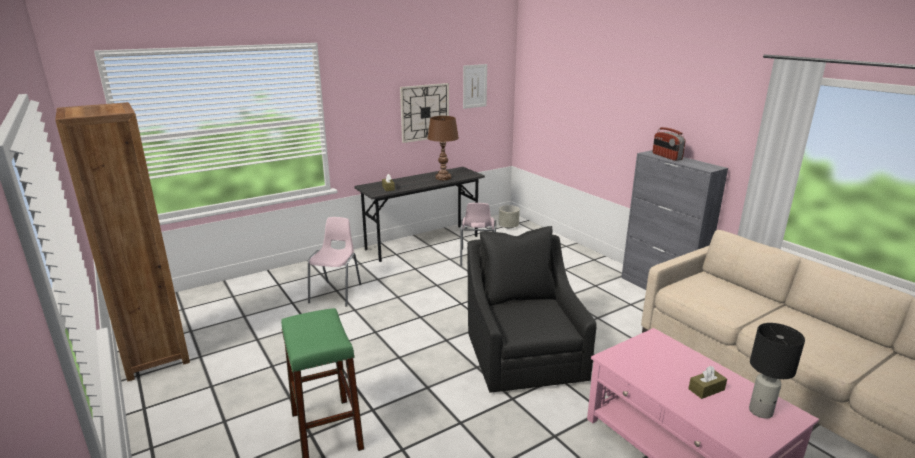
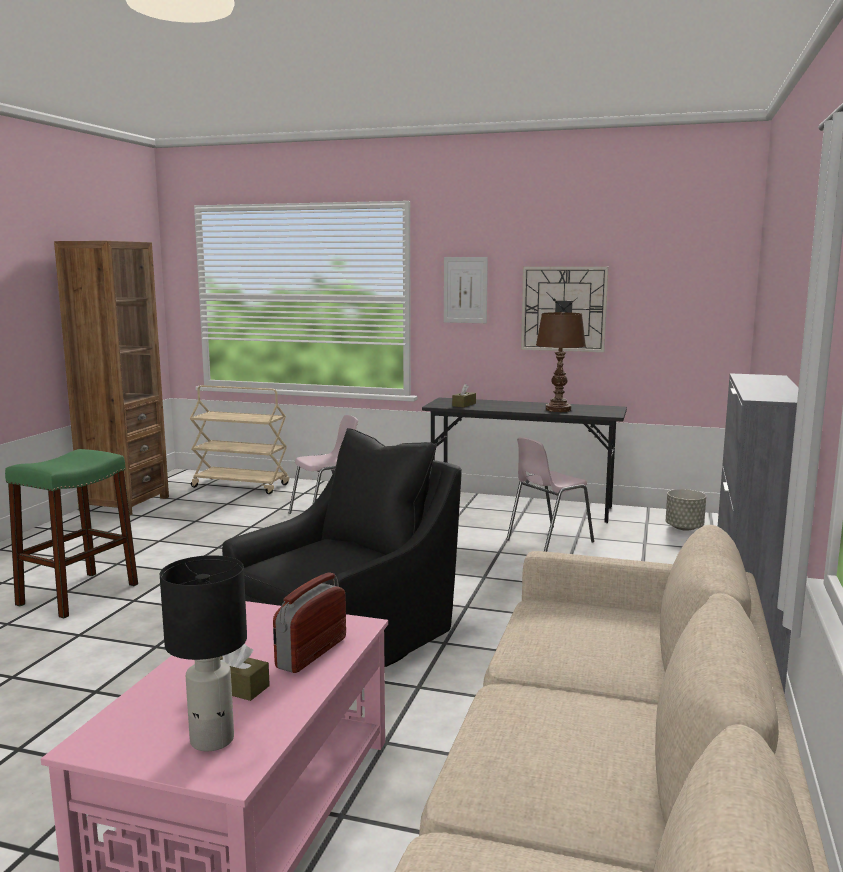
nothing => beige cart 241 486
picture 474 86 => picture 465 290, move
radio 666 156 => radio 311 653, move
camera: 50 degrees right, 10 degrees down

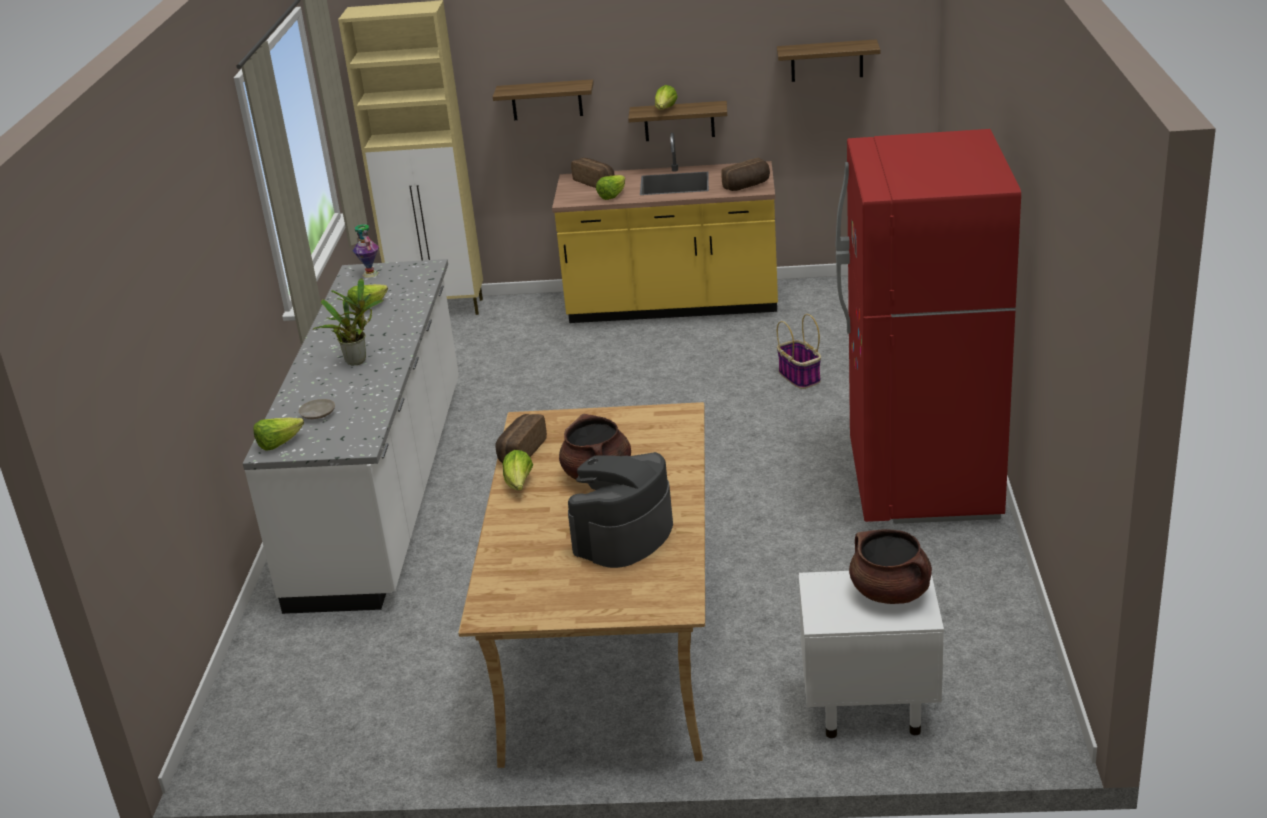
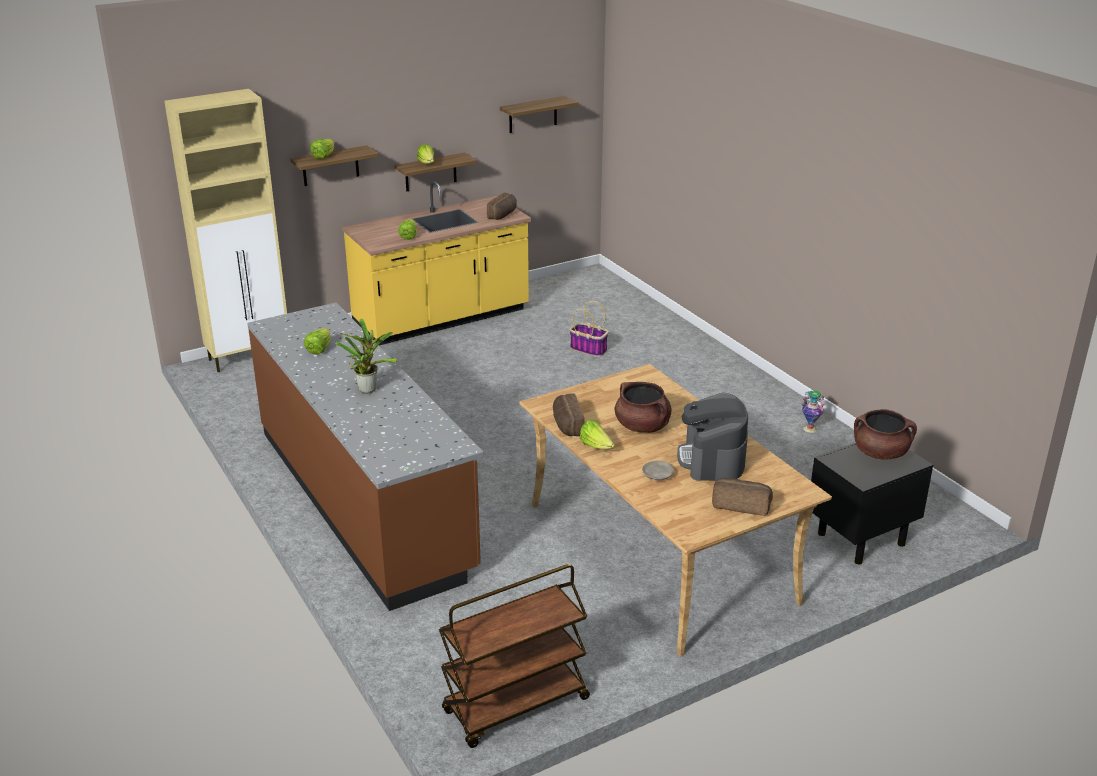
red fridge 923 481 => nothing
nothing => brown cart 515 706
lettuce 278 444 => lettuce 324 156, move
beige plate 317 414 => beige plate 657 475, move
vase 369 274 => vase 809 429, move
bread 595 182 => bread 741 505, move
white counter 384 489 => brown counter 365 499
white nightstand 867 707 => black nightstand 860 539
camera: 35 degrees left, 0 degrees up

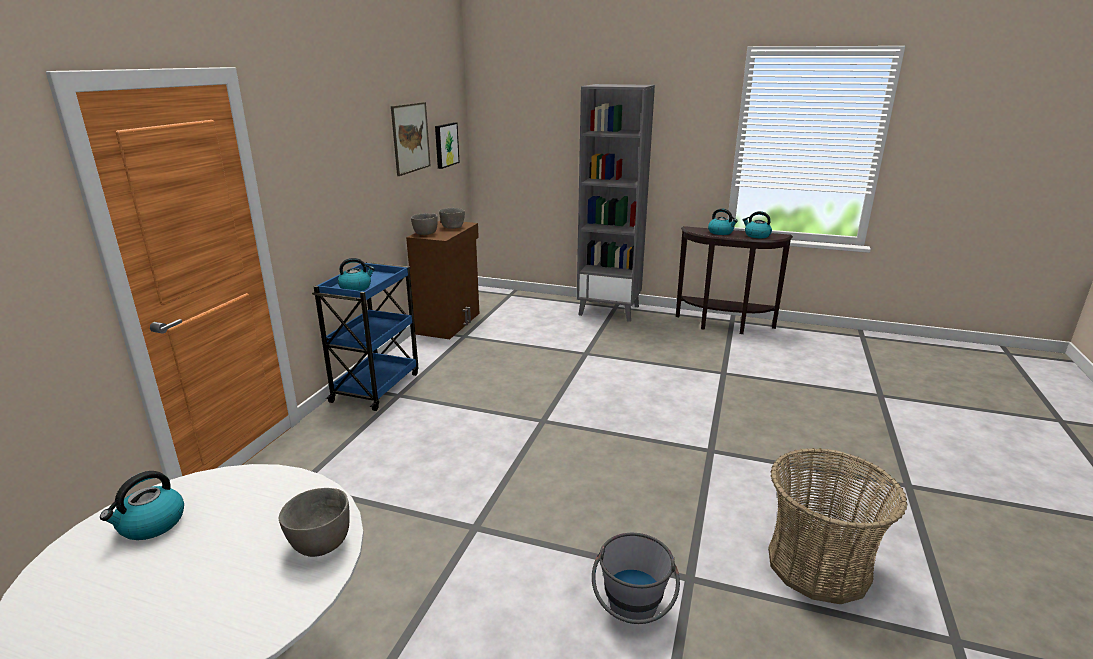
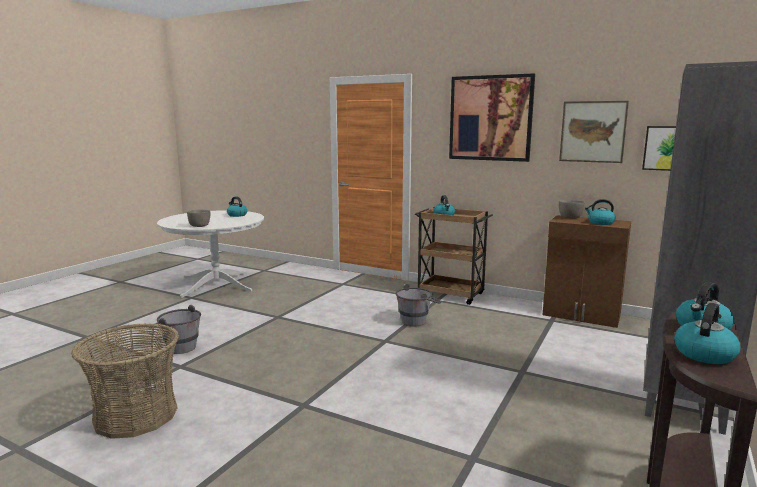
nothing => grey bucket 418 320
nothing => picture 490 118
grey bowl 453 227 => kettle 600 223
blue cart 376 386 => brown cart 451 295
camera: 100 degrees right, 10 degrees down

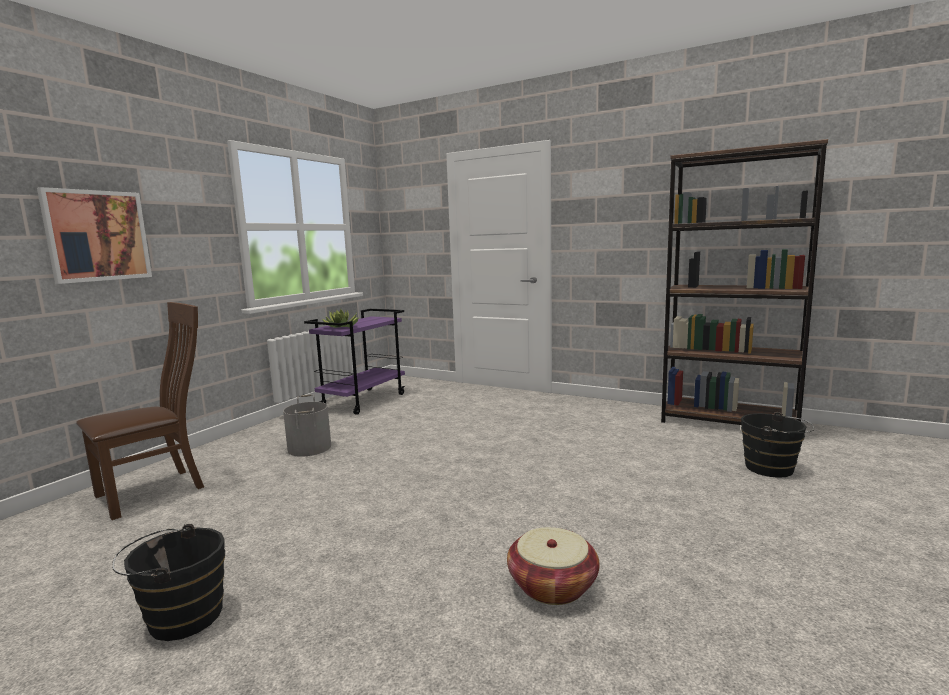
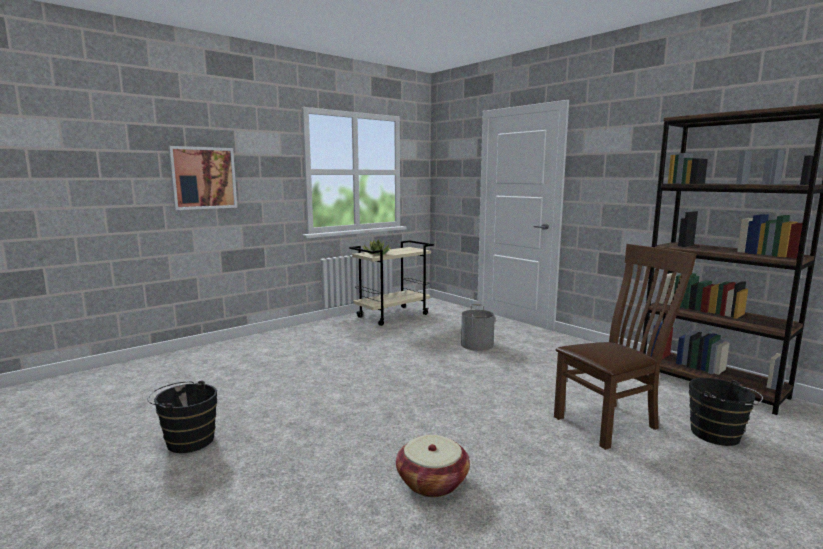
brown chair 157 490 => brown chair 611 422, move
grey bucket 310 448 => grey bucket 477 345, move
purple cart 363 401 => beige cart 393 315
camera: 20 degrees right, 0 degrees up

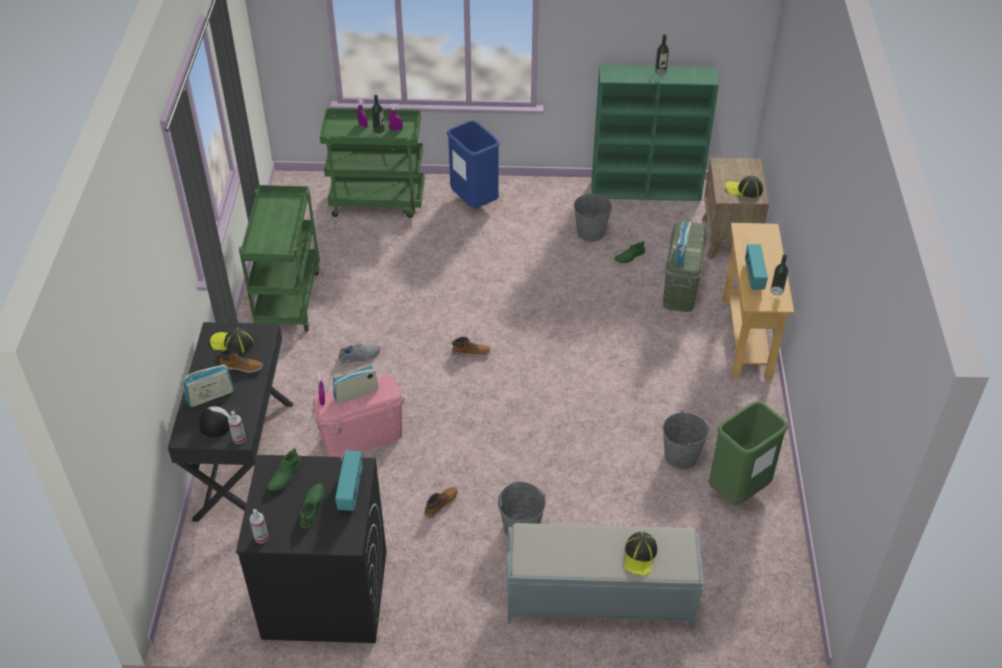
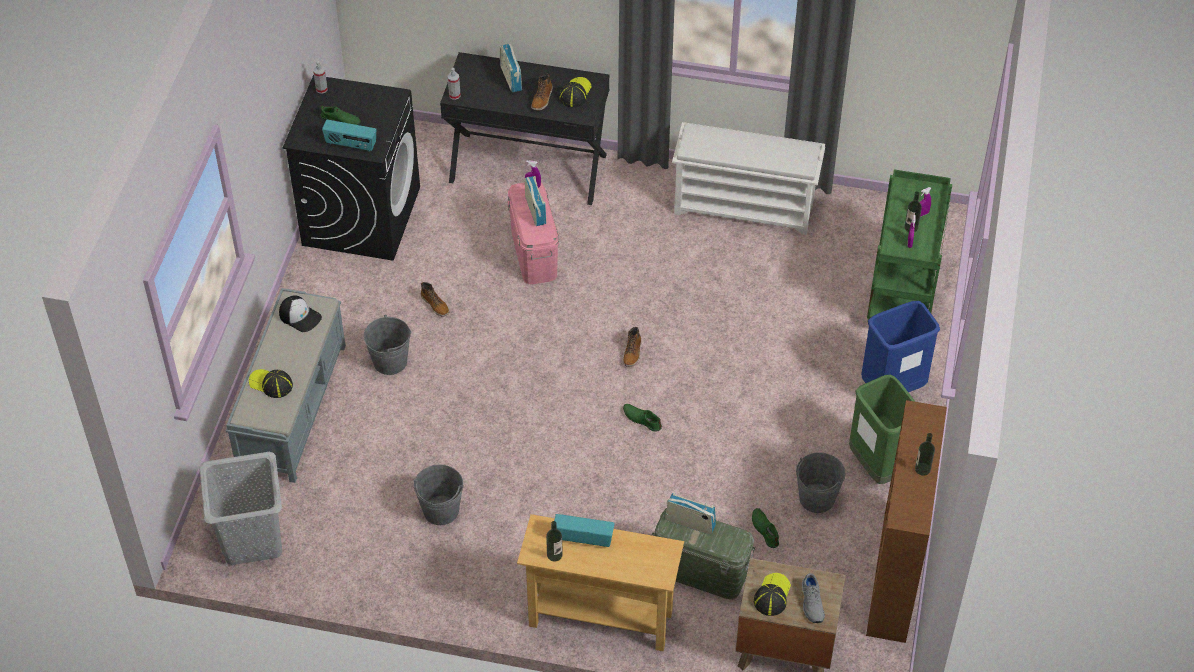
nothing => grey laundry basket 251 539
cap 219 419 => cap 300 316, move
green shoe 284 475 => green shoe 642 419, move
grey shoe 359 356 => grey shoe 811 603, move
green trash can 738 490 => green trash can 878 466, move
green cart 287 298 => white shoe rack 745 207
green bookcase 647 190 => brown bookcase 895 577
camera: 100 degrees right, 5 degrees up

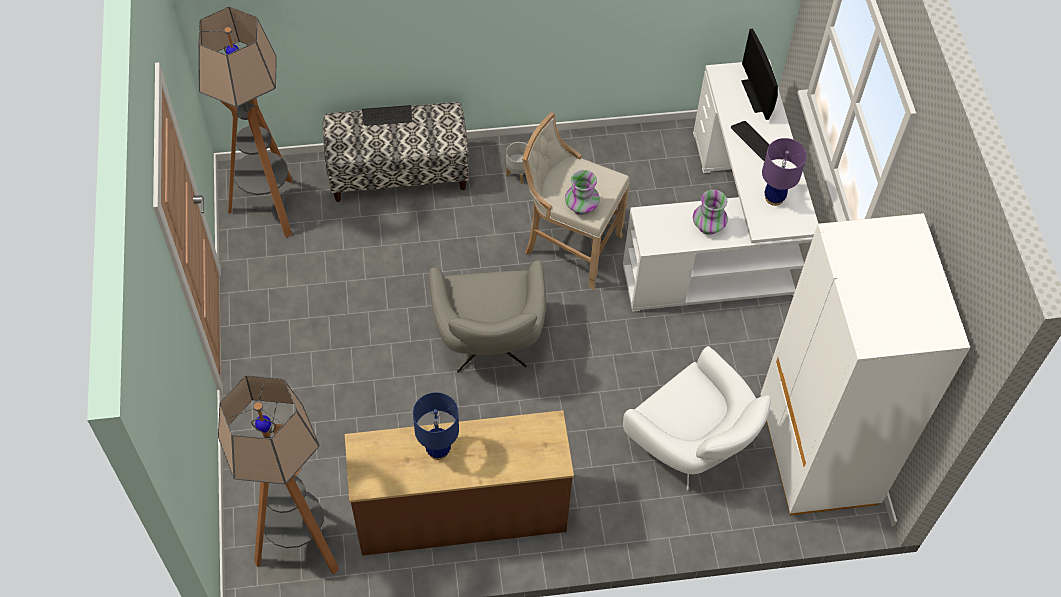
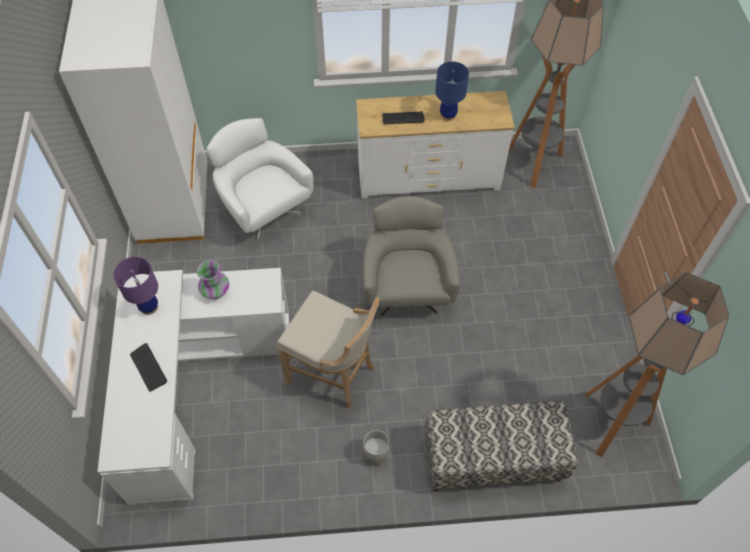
vase 581 207 => nothing
monitor 757 95 => nothing
keyboard 387 116 => keyboard 403 118, move
brown dresser 461 514 => white dresser 428 177
camera: 175 degrees left, 0 degrees up

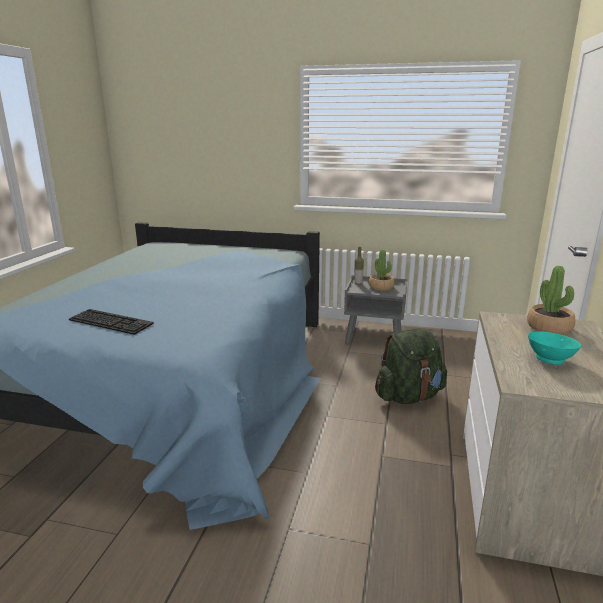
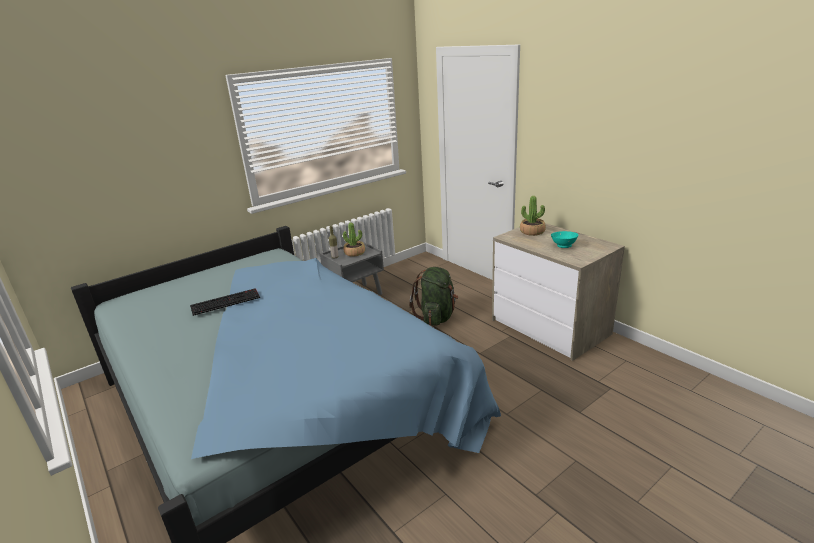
keyboard 112 322 => keyboard 226 301, move
camera: 50 degrees left, 5 degrees up

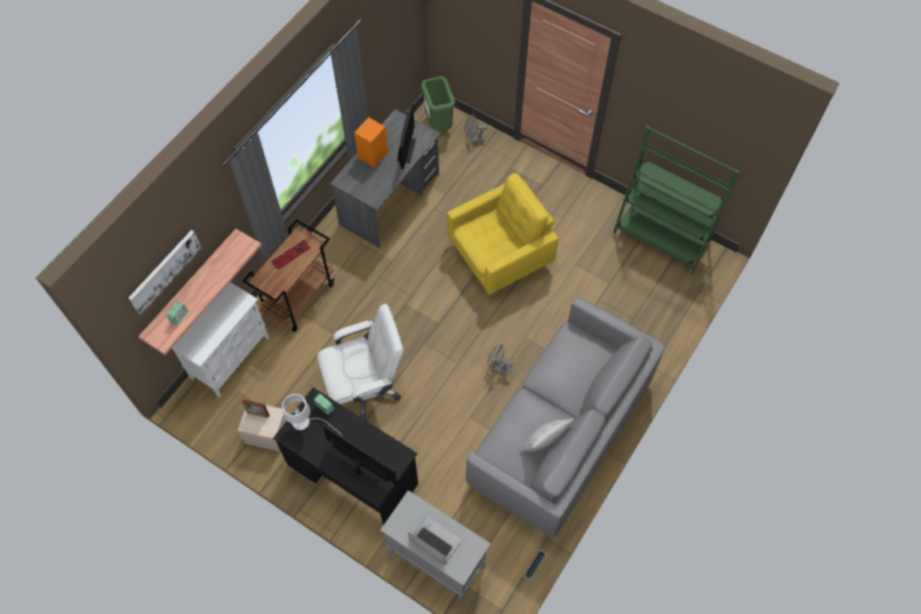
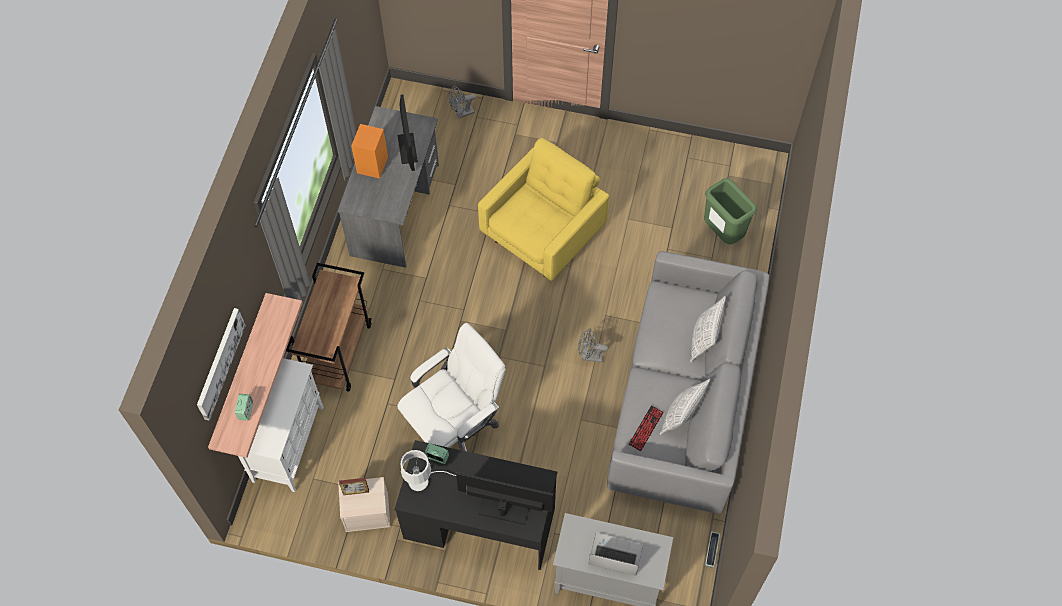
green bookcase 661 237 => nothing
nothing => pillow 703 340
keyboard 291 255 => keyboard 645 428, move
green trash can 438 125 => green trash can 722 233, move
camera: 20 degrees left, 0 degrees up

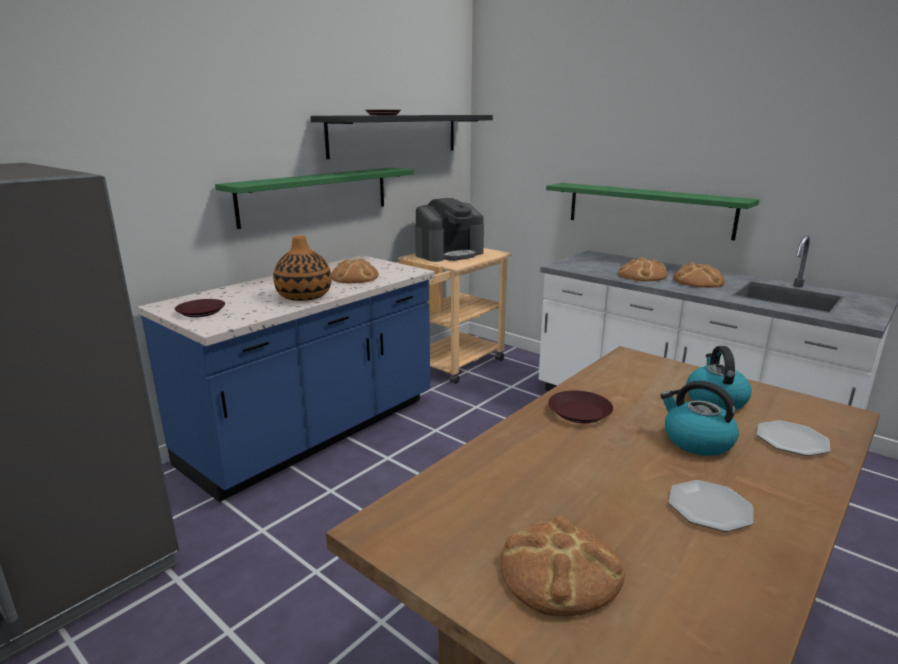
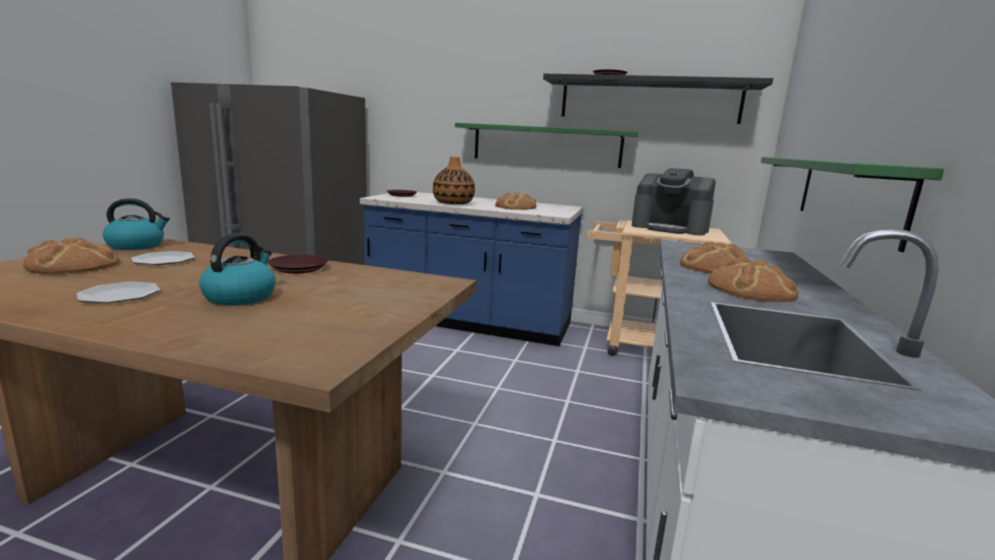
kettle 715 399 => kettle 137 246, move
plate 792 440 => plate 163 260, move
camera: 65 degrees right, 5 degrees down

